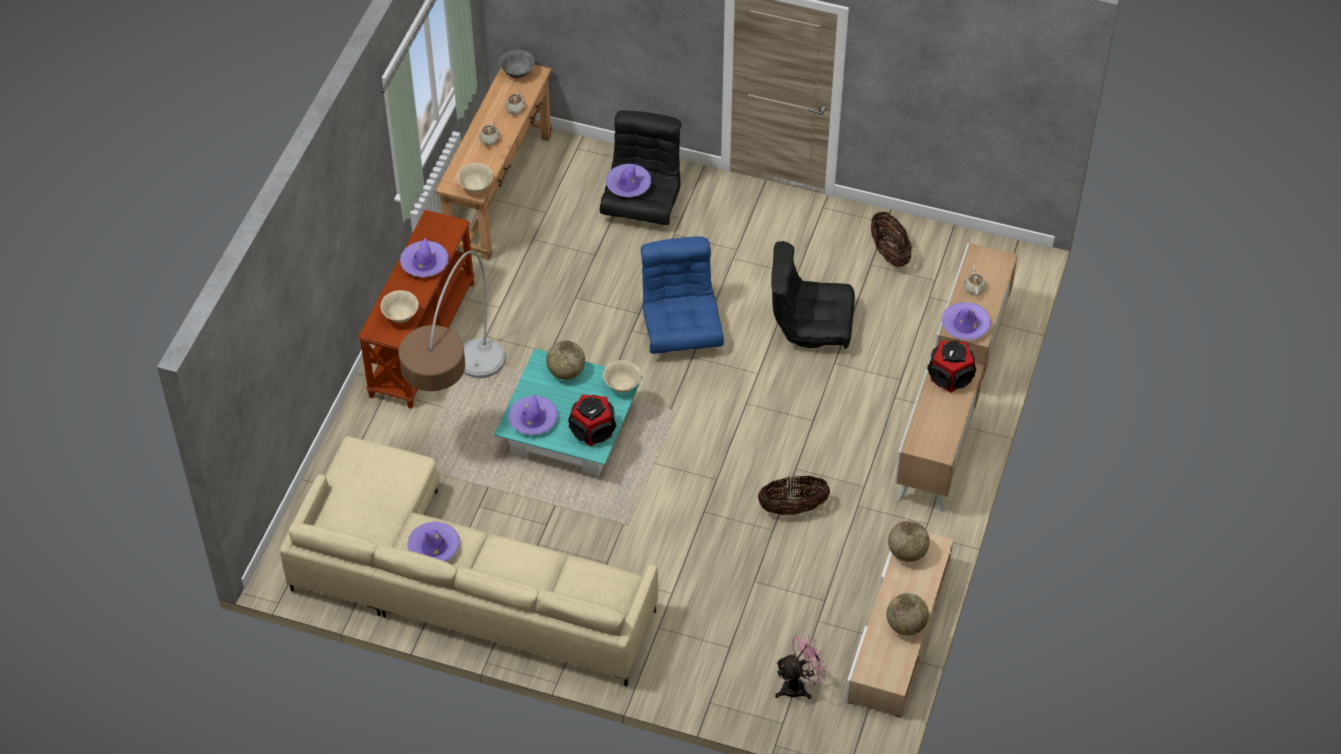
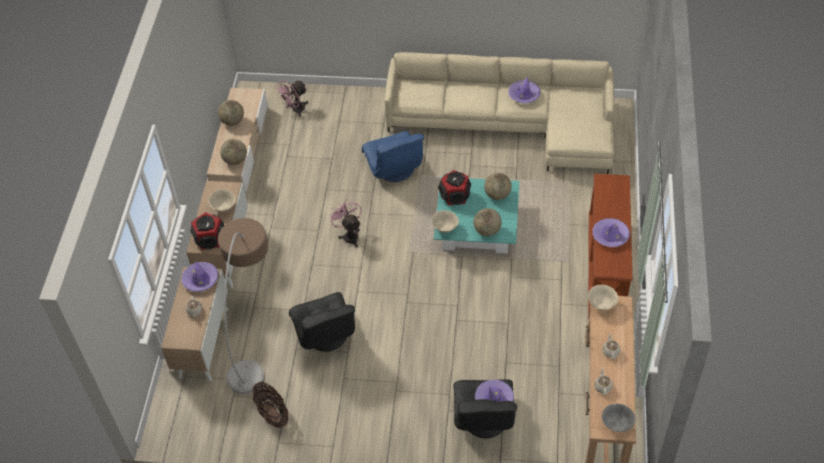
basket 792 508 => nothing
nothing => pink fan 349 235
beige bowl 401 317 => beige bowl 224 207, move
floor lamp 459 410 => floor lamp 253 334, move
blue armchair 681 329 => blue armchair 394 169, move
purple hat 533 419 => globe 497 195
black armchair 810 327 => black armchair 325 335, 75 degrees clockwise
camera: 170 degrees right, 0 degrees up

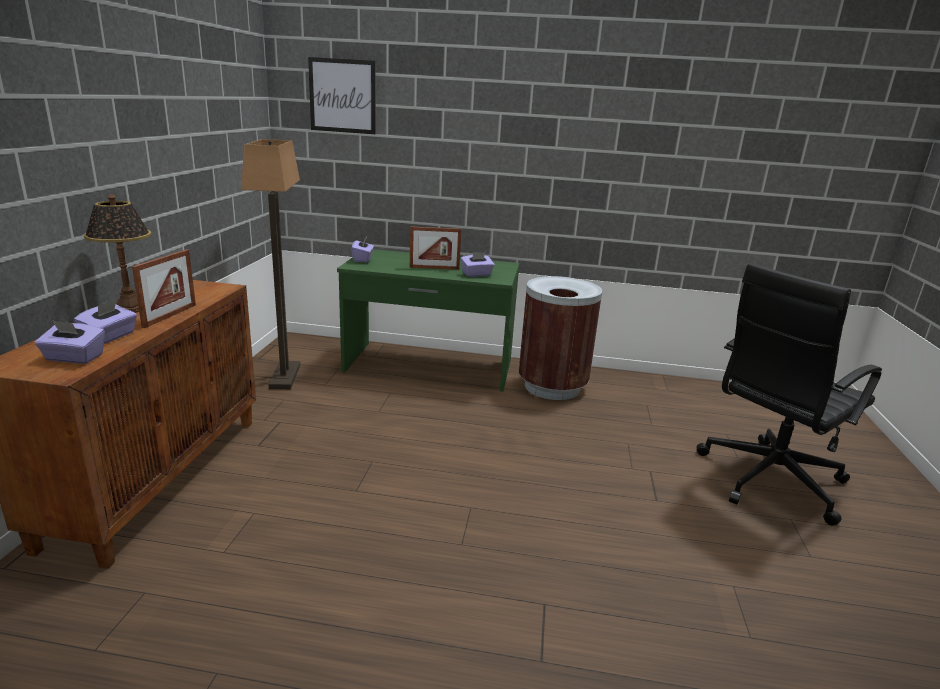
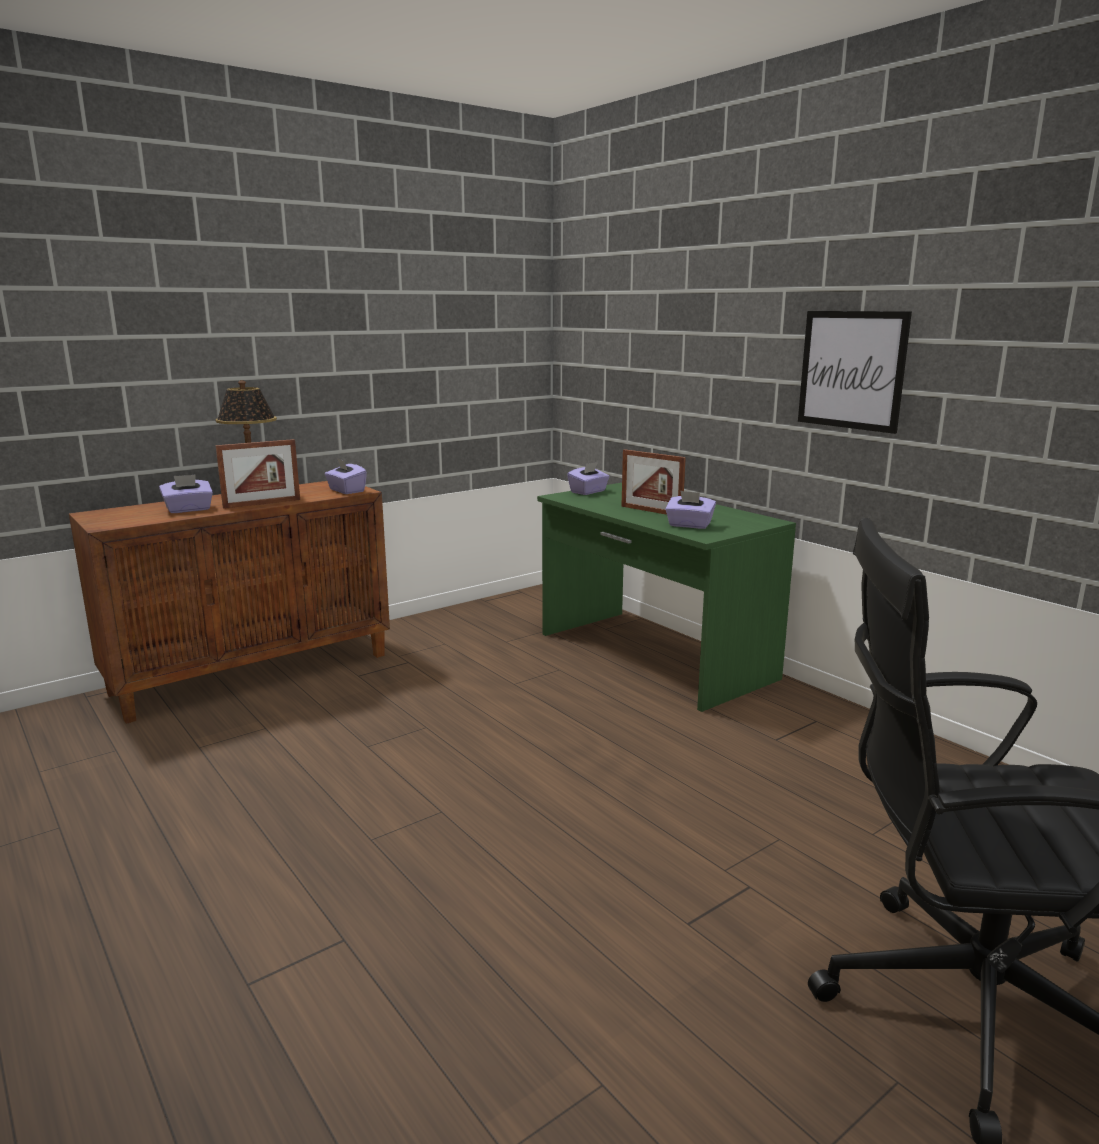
floor lamp 285 377 => nothing
brown trash can 552 387 => nothing
purple tissue box 74 358 => purple tissue box 346 491, move
picture 342 96 => picture 851 370, move
camera: 45 degrees right, 5 degrees down

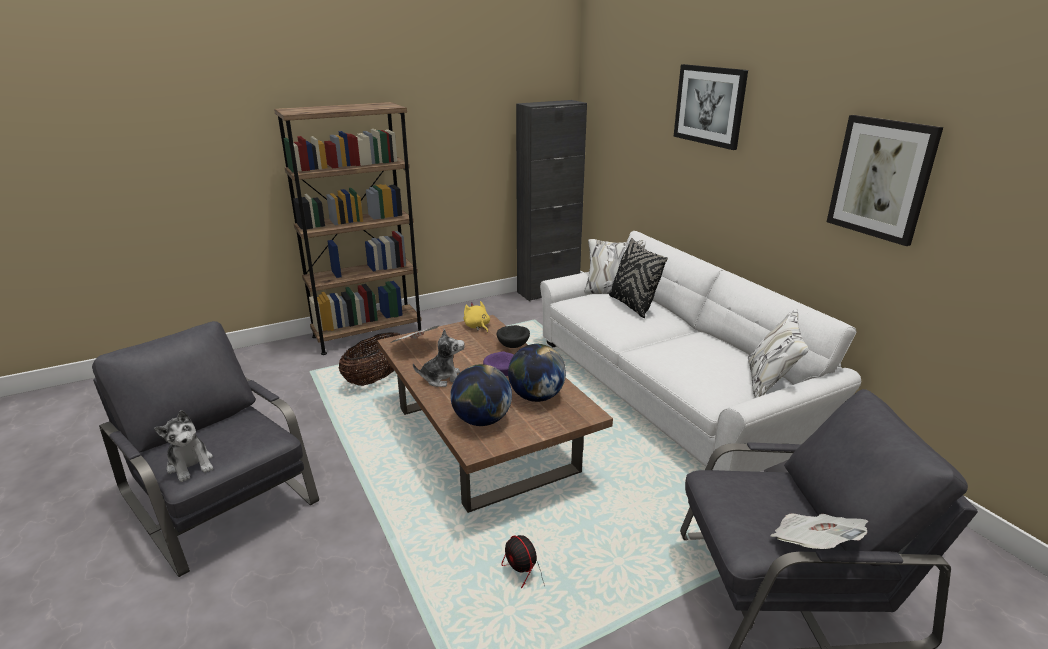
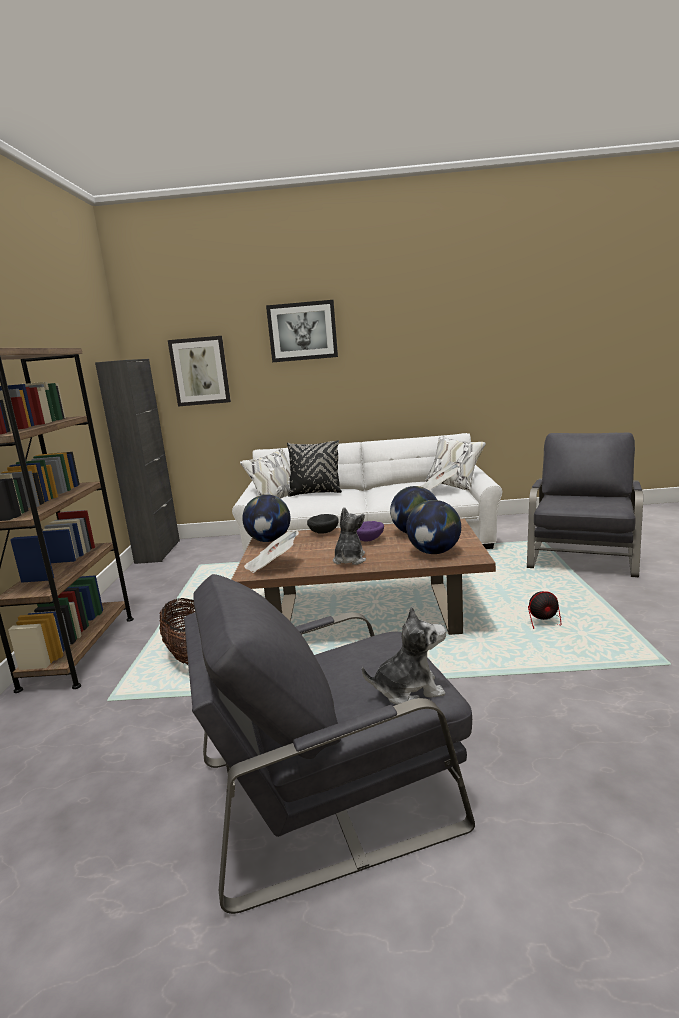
newspaper 812 545 => newspaper 438 488, move
picture 881 178 => picture 200 371, move
yellow plush toy 477 326 => globe 269 540
camera: 60 degrees left, 10 degrees down

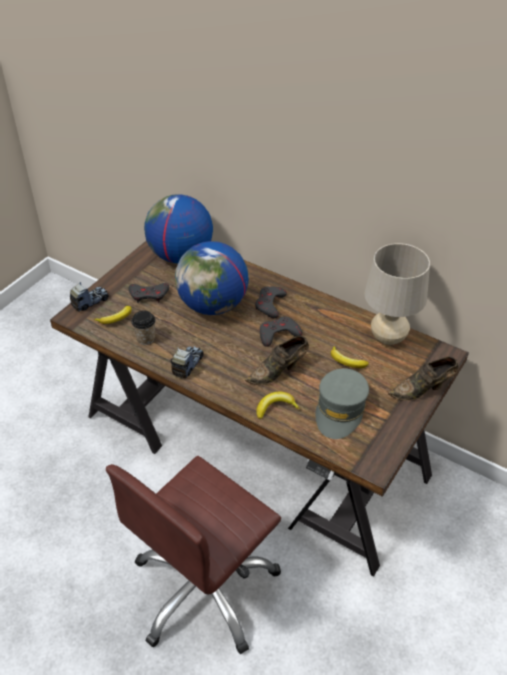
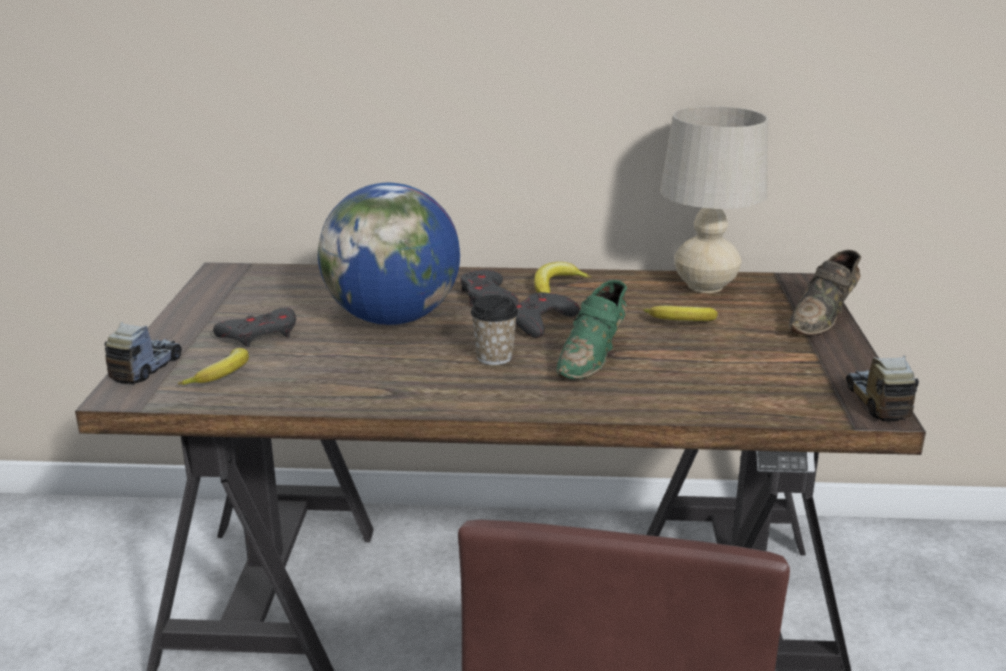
globe 180 256 => nothing
grey cap 340 410 => nothing
cup 146 338 => cup 494 357, move
toy truck 187 365 => toy truck 876 403, move
banana 275 407 => banana 556 286, move
brown shoe 279 371 => green shoe 593 357
camera: 30 degrees left, 20 degrees down

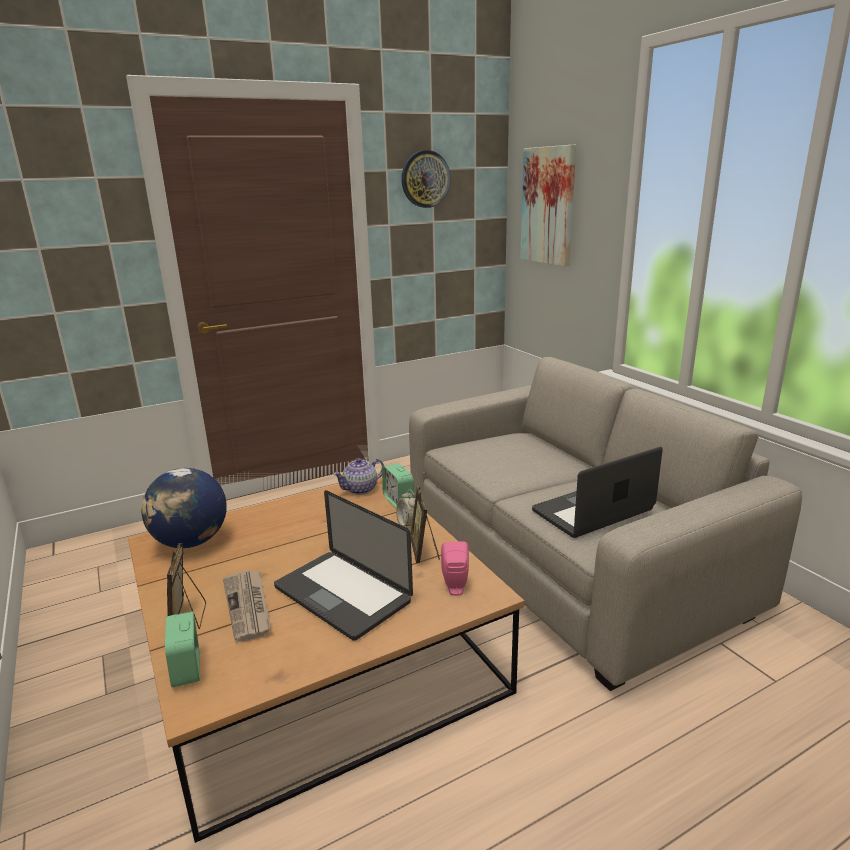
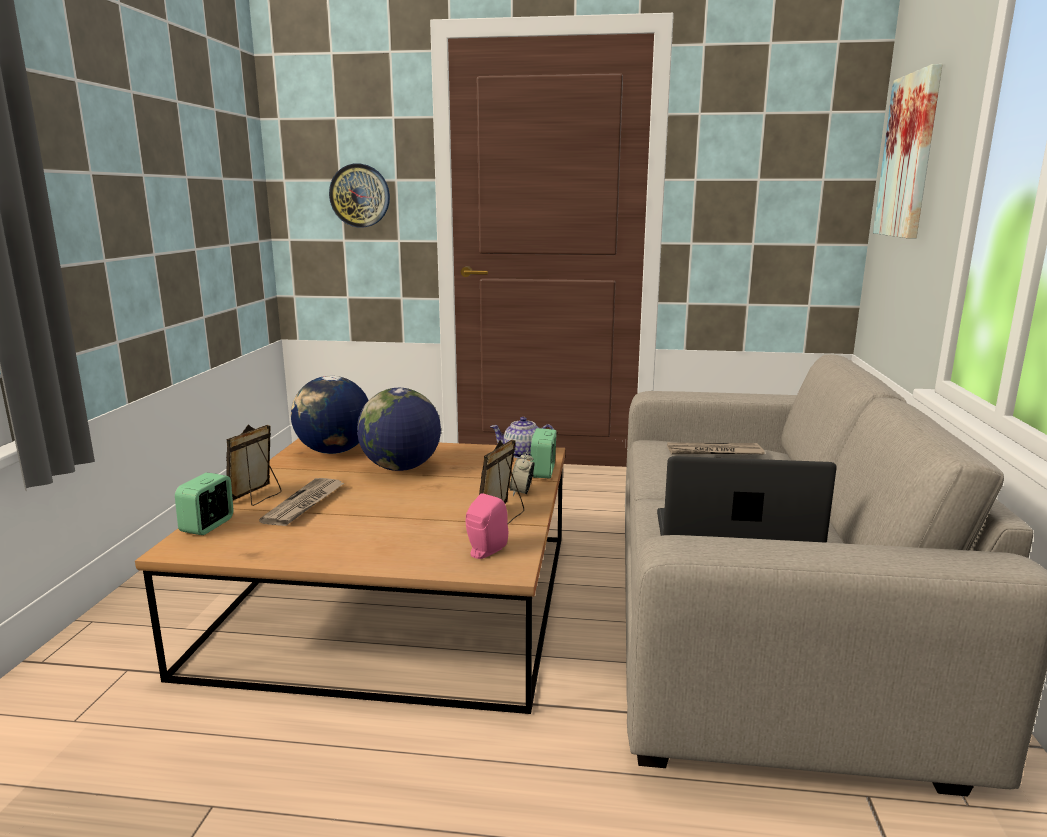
laptop 342 595 => nothing
nothing => globe 401 468
nothing => newspaper 713 452
wall clock 425 179 => wall clock 360 195, move
camera: 35 degrees right, 5 degrees down

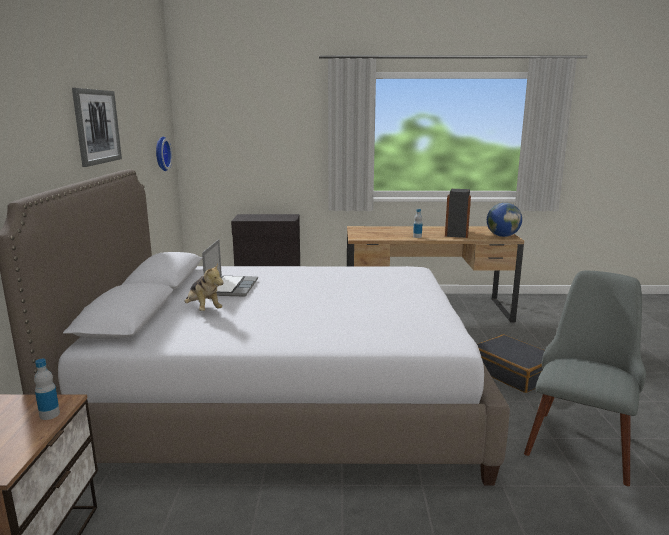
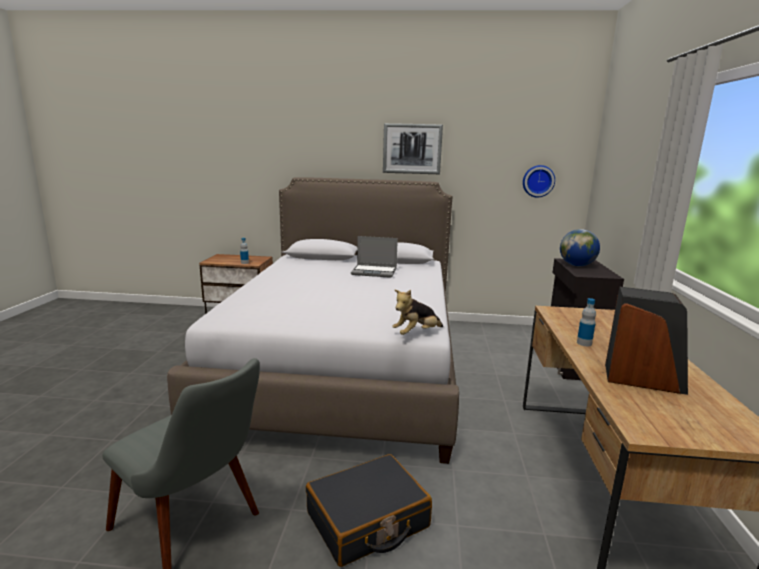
plush toy 203 309 => plush toy 416 334, move
globe 502 236 => globe 576 265, move
camera: 95 degrees right, 0 degrees up

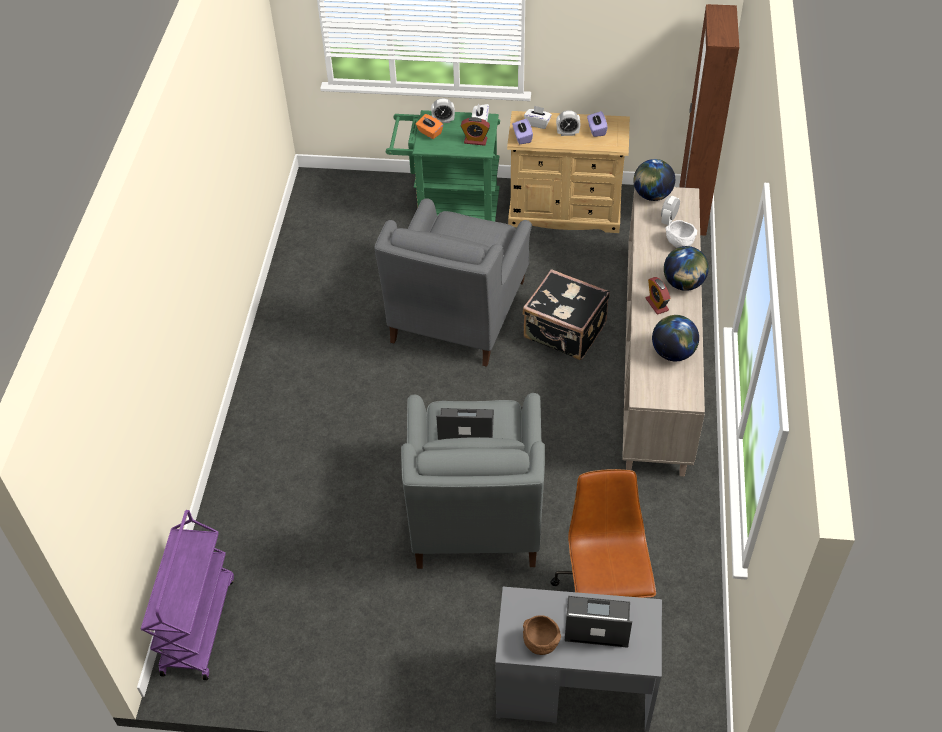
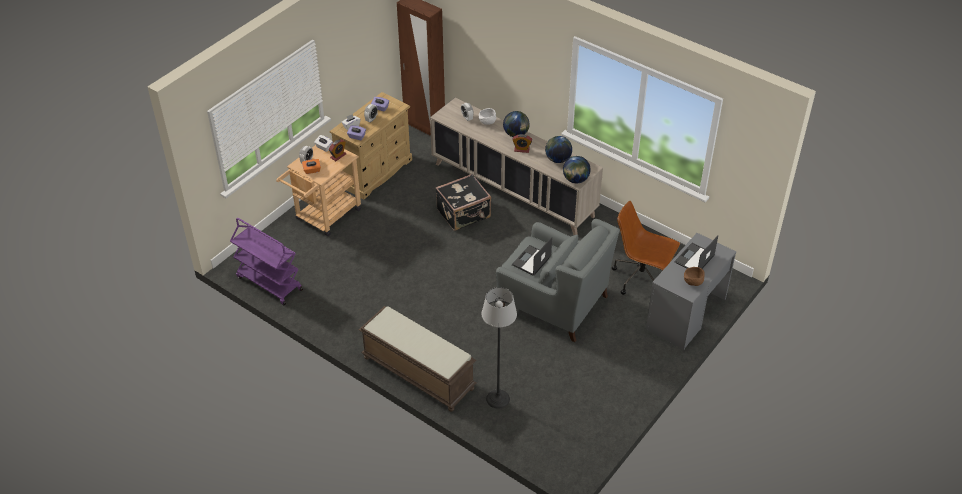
grey armchair 458 310 => nothing
nothing => brown bench 417 373
nothing => floor lamp 497 399
purple cart 198 624 => purple cart 269 283, move
globe 652 195 => globe 575 180, move
green cart 449 209 => beige cart 324 217
camera: 60 degrees left, 5 degrees down

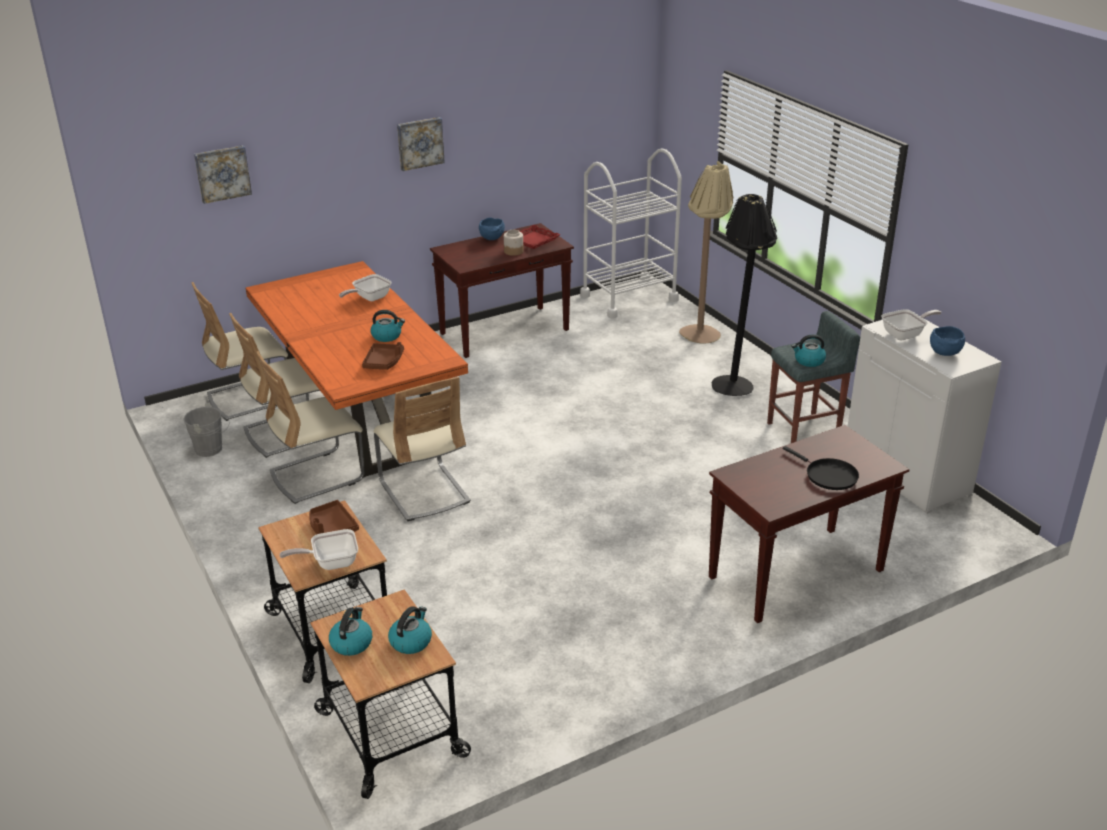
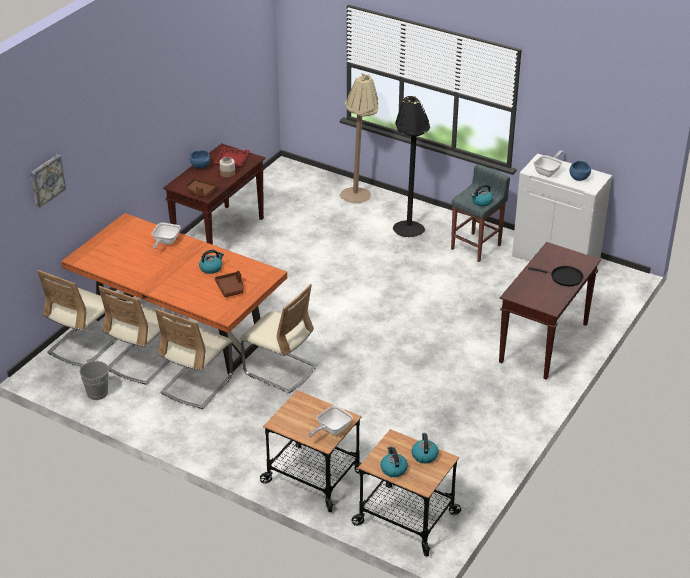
picture 420 143 => nothing
white cart 629 298 => nothing
brown tray 331 527 => brown tray 200 191, move
camera: 30 degrees left, 5 degrees up

